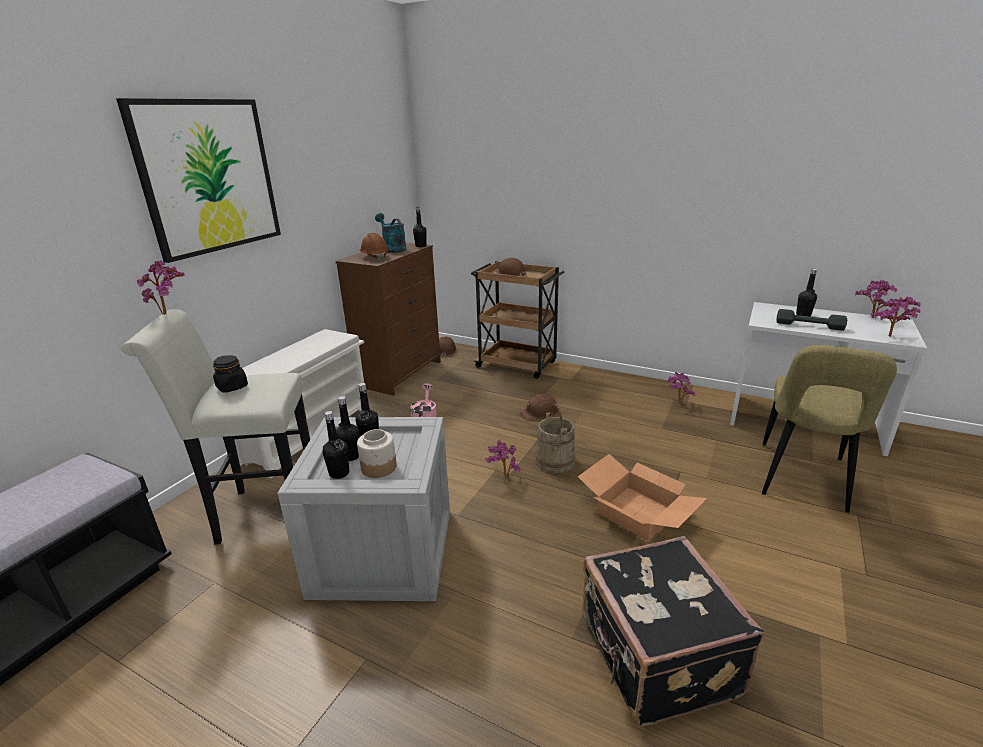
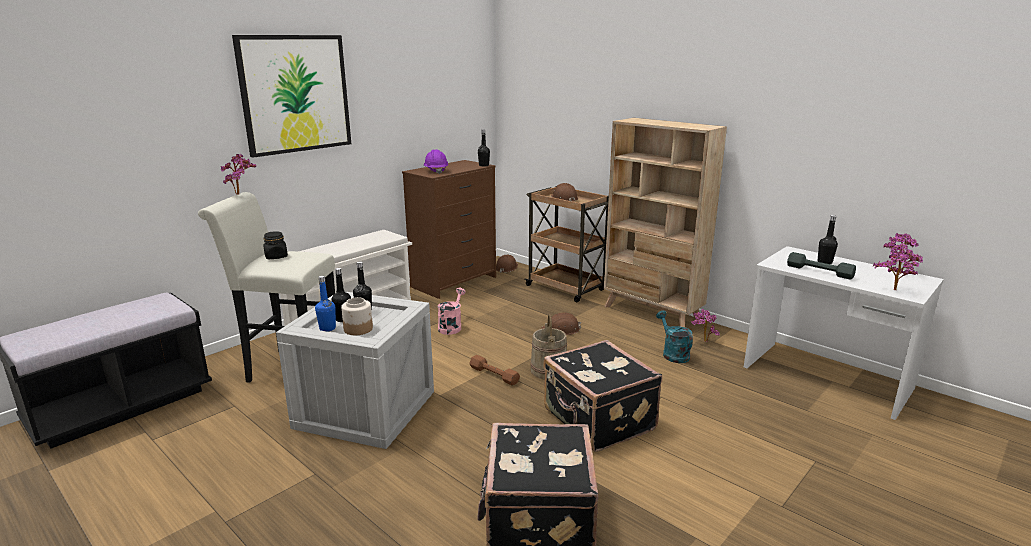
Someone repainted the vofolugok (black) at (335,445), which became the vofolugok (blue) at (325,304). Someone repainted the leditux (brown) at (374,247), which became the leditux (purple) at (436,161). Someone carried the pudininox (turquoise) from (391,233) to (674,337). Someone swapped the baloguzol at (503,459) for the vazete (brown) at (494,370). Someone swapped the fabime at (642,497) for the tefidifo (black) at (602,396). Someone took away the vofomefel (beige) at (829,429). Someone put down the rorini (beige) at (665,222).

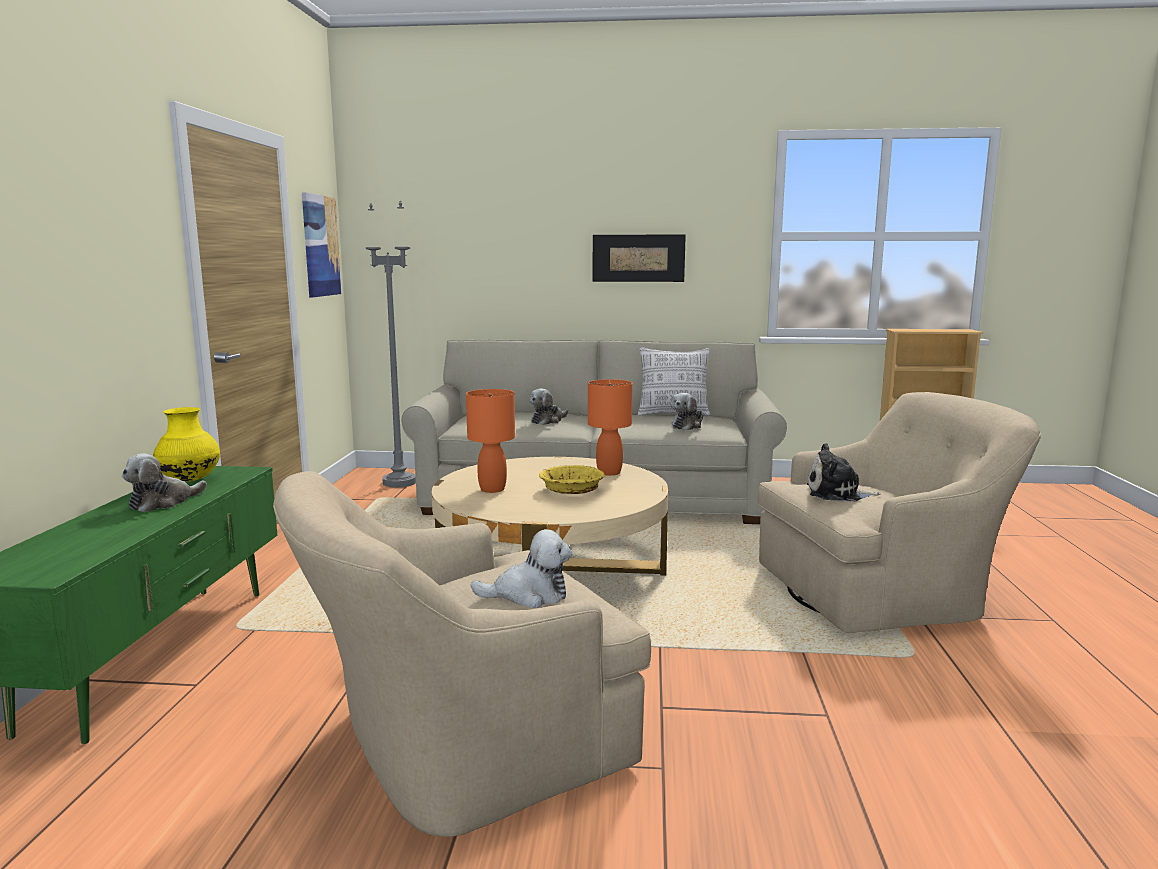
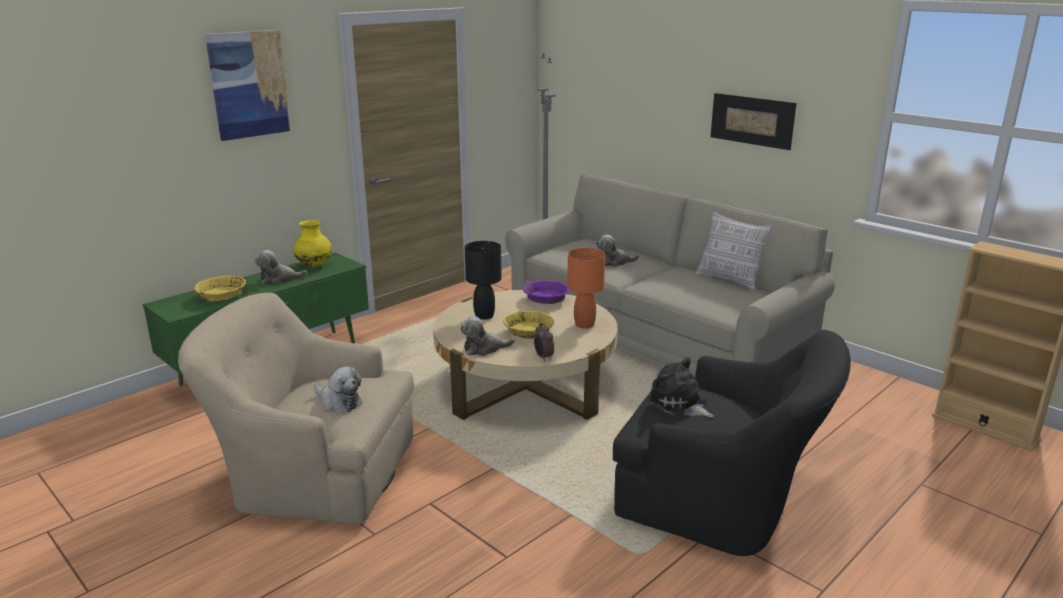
Someone carried the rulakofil from (322,244) to (248,85). Someone repainted the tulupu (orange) at (490,441), which became the tulupu (black) at (483,280). Someone carried the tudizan from (687,411) to (487,336). Someone repainted the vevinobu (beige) at (899,512), which became the vevinobu (black) at (732,443). Someone put down the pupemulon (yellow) at (220,289). Someone put down the pupemulon (purple) at (546,292). Someone put down the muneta at (544,342).

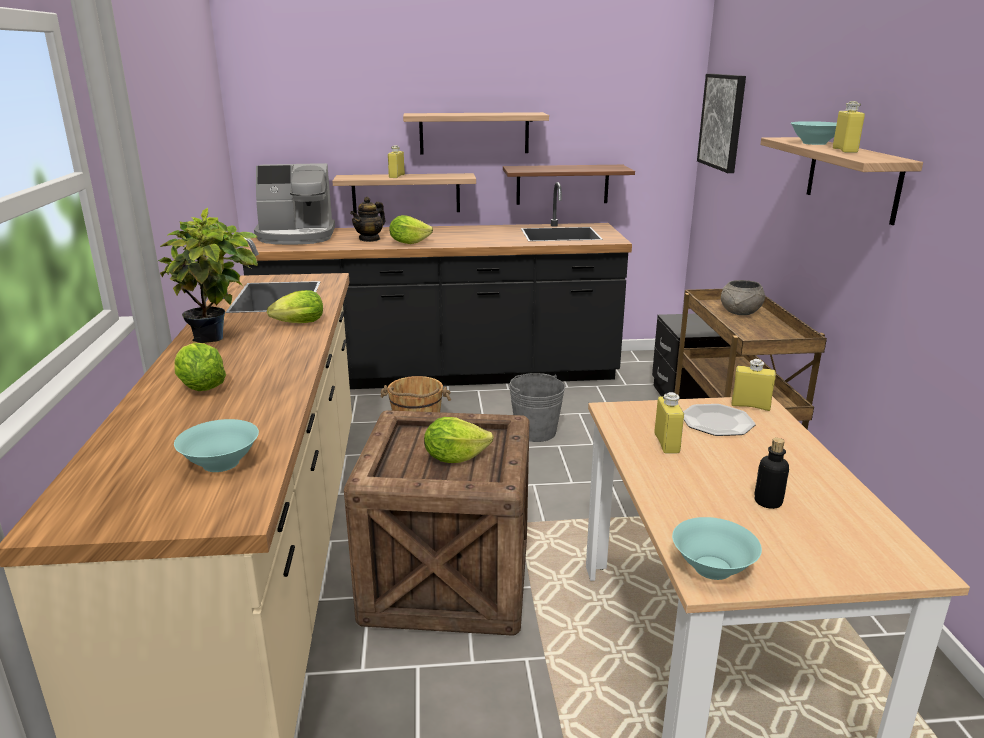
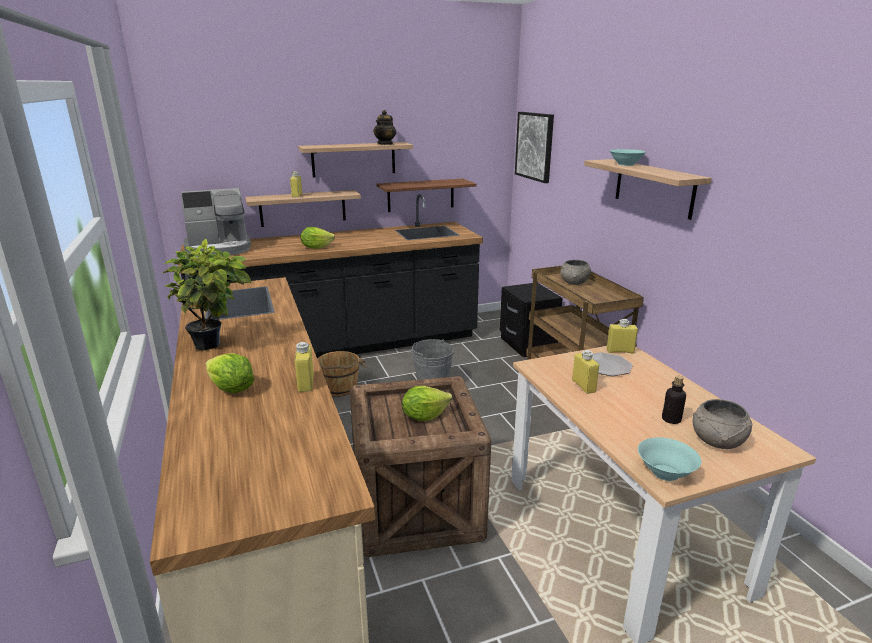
Someone took away the pupemulon (turquoise) at (216,445). Someone took away the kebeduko at (295,306). Someone carried the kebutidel from (368,219) to (384,127). Someone carried the vofolugok (yellow) from (849,127) to (304,367). Someone put down the pupemulon (grey) at (723,424).

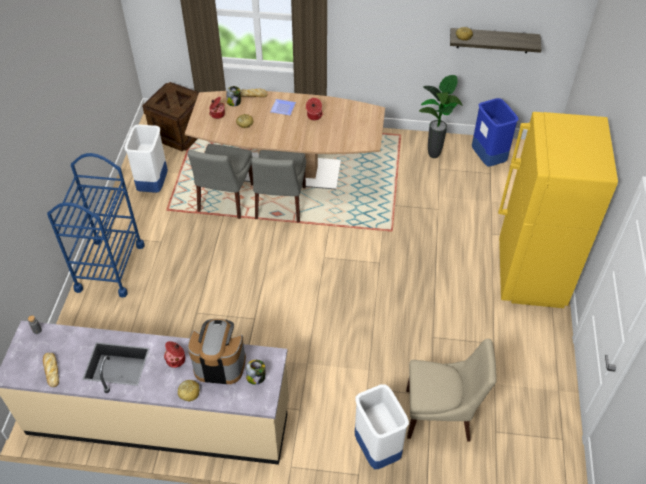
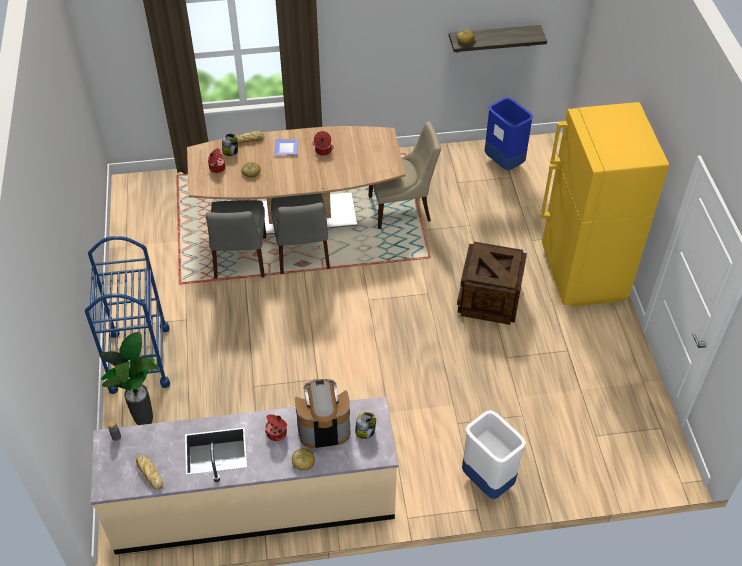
Someone took away the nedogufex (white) at (146,158). Someone carried the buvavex from (170,116) to (492,283). Someone carried the vofomefel (beige) from (451,390) to (405,175). Someone carried the baloguzol from (441,116) to (128,378).

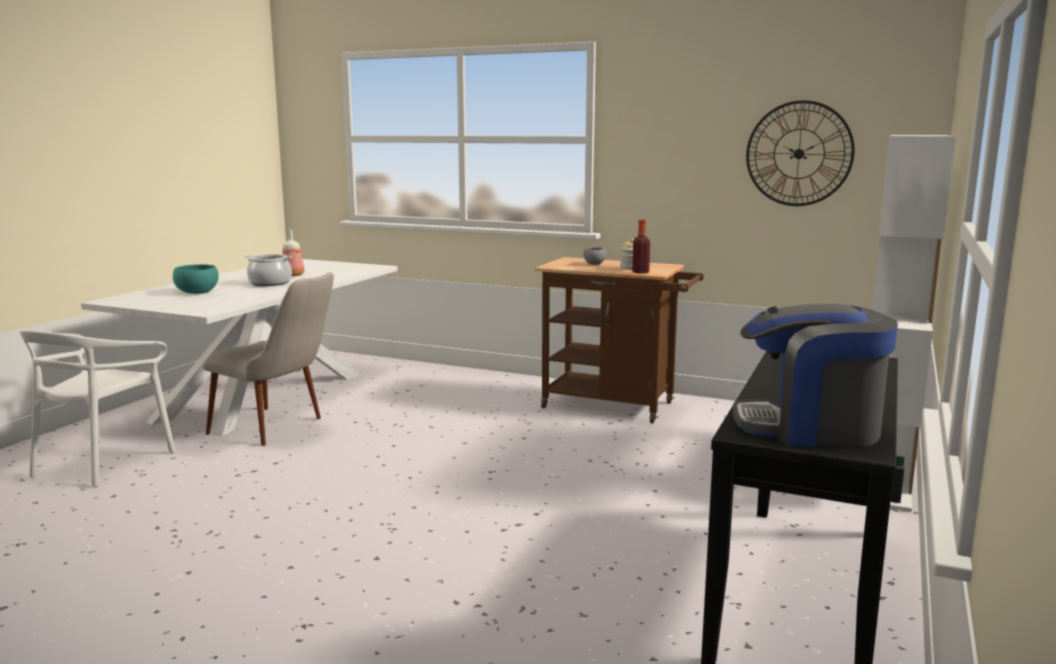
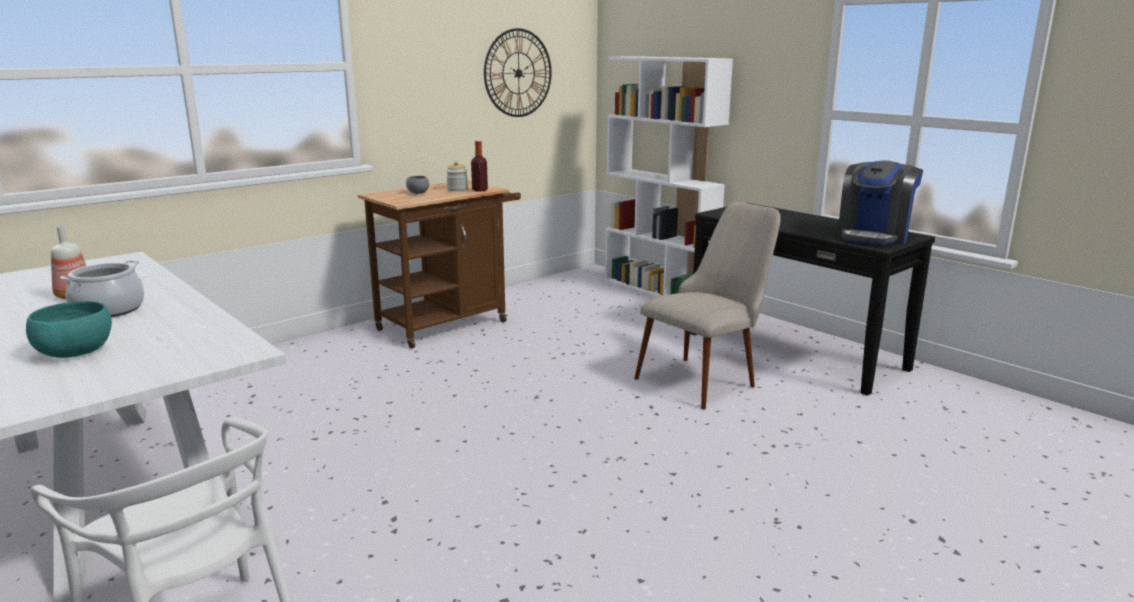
Someone carried the vofomefel (beige) from (268,359) to (707,306).

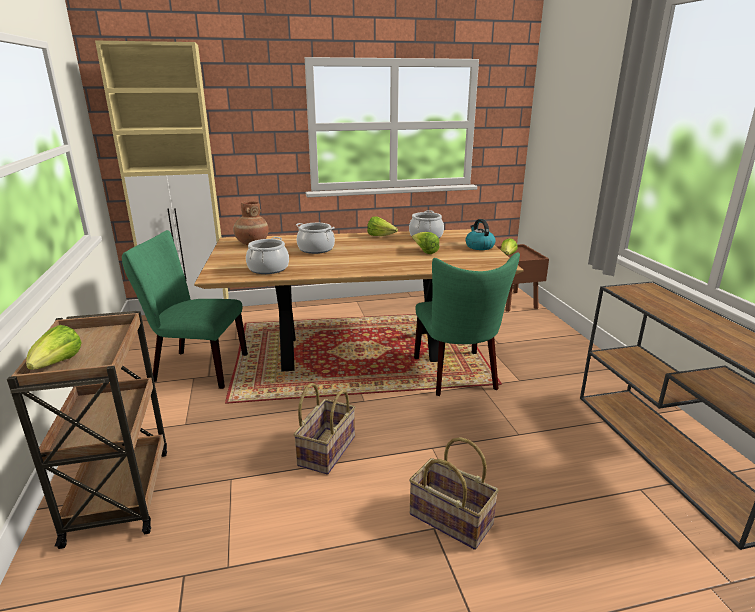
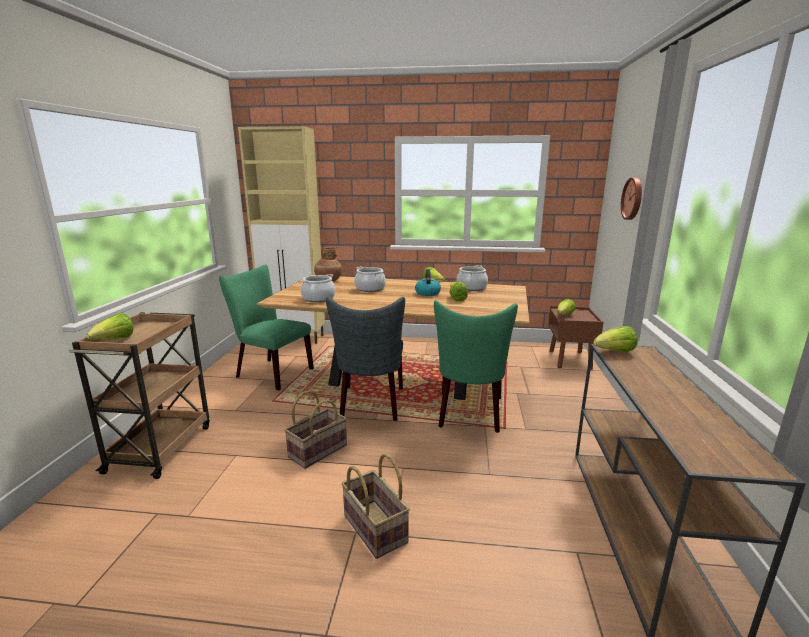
Someone carried the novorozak from (480,234) to (428,282). Someone put down the vofomefel (grey) at (365,359). Someone put down the kebeduko at (615,339). Someone put up the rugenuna at (631,199).

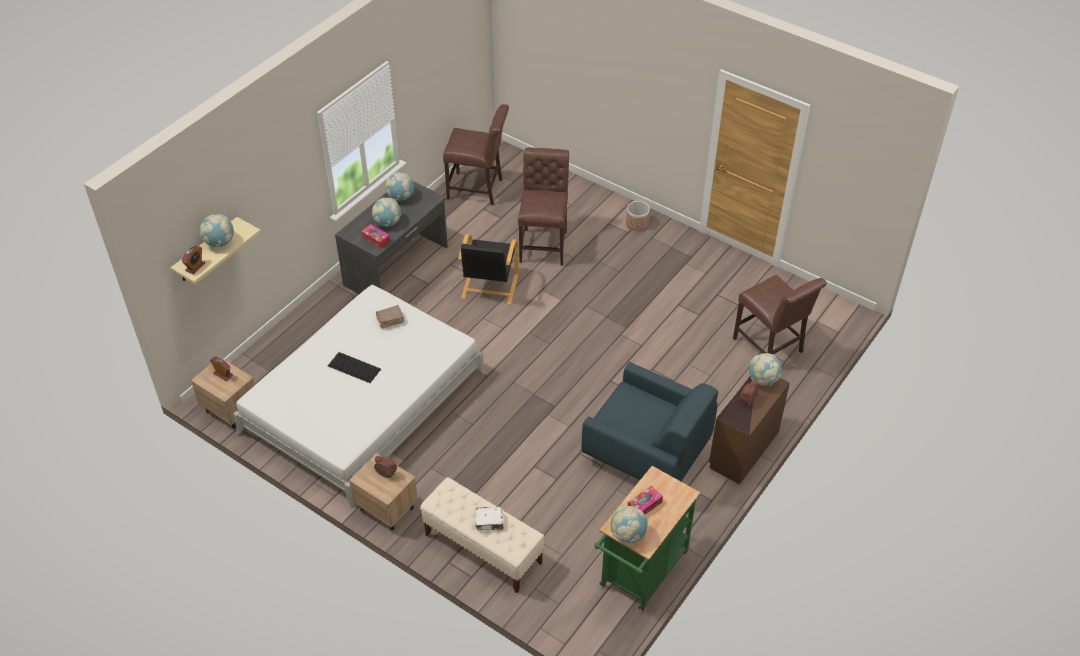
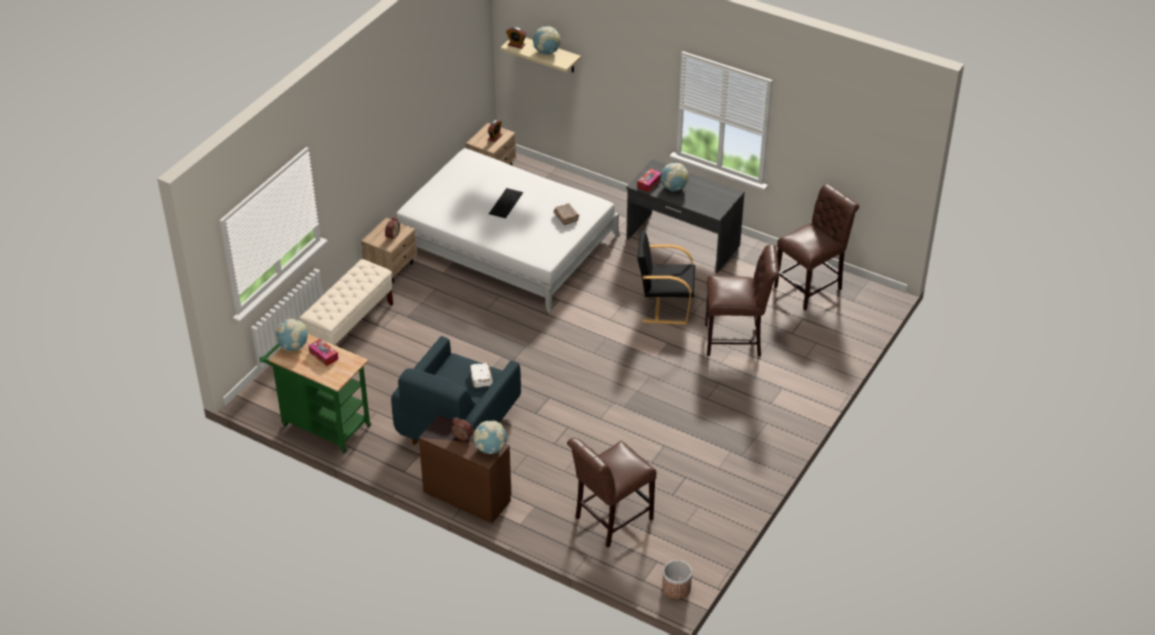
Someone took away the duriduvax at (399,186). Someone rotated the vofomefel (brown) at (476,154) by 135 degrees counterclockwise. Someone carried the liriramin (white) from (489,518) to (481,375). Someone carried the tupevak from (638,216) to (677,579).

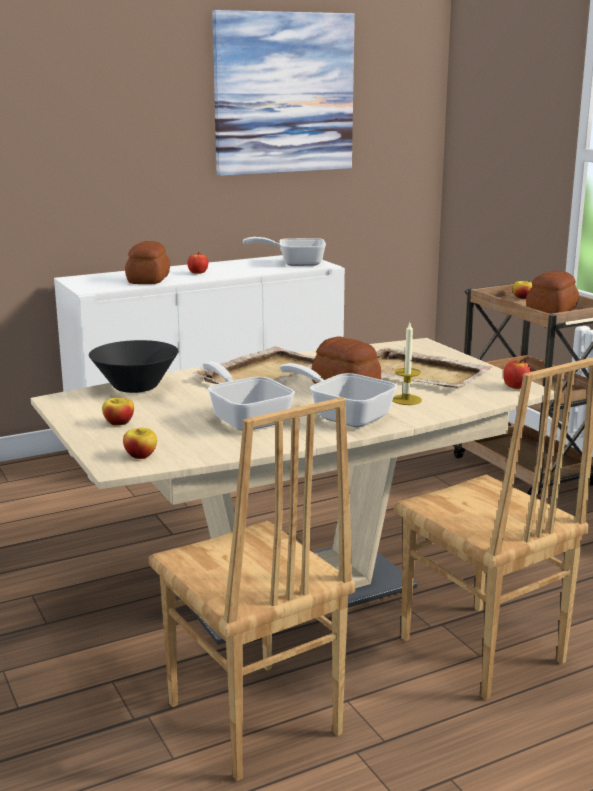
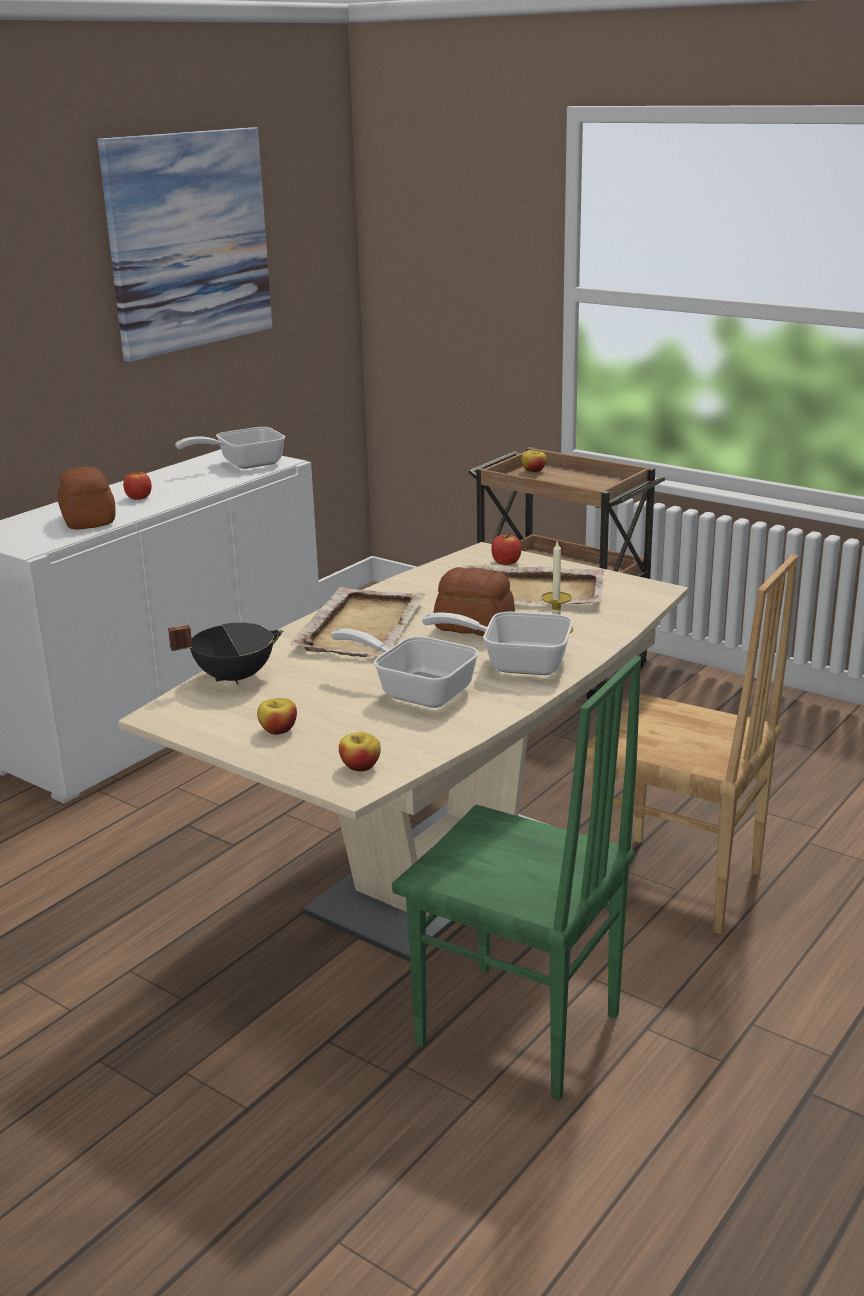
Someone swapped the pupemulon (black) at (133,366) for the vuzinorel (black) at (225,654). Someone repainted the vofomefel (brown) at (252,589), which became the vofomefel (green) at (516,878). Someone carried the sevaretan from (517,374) to (506,549). Someone took away the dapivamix at (552,292).

